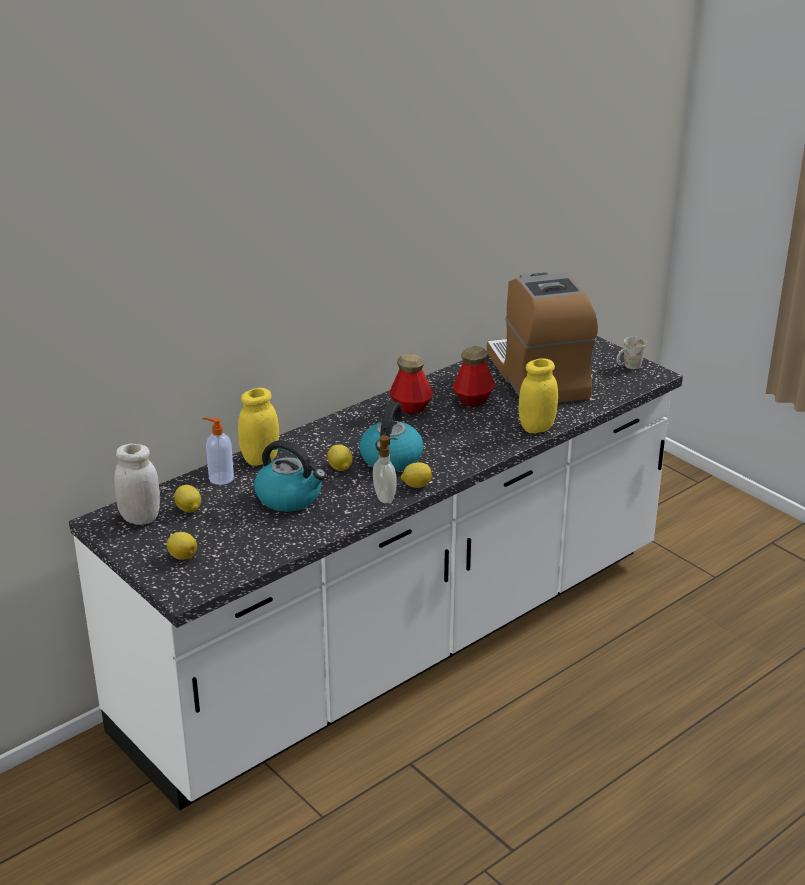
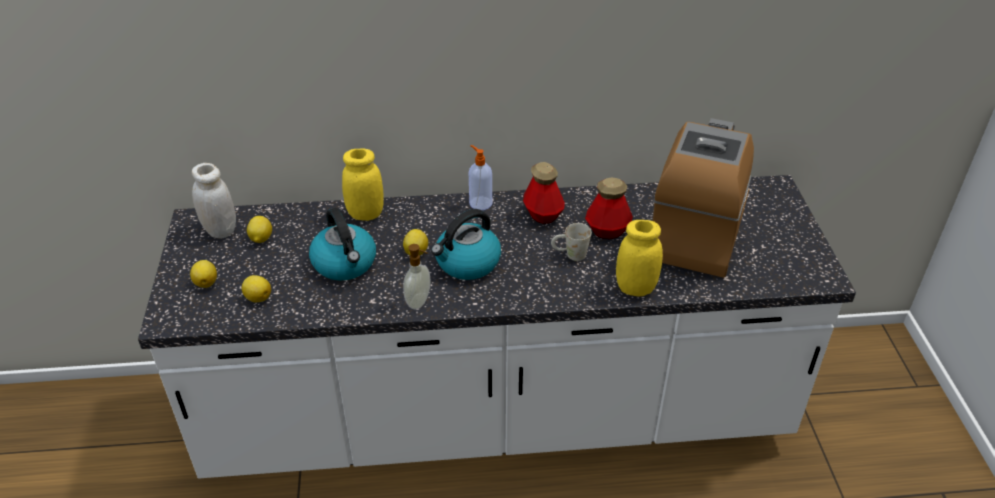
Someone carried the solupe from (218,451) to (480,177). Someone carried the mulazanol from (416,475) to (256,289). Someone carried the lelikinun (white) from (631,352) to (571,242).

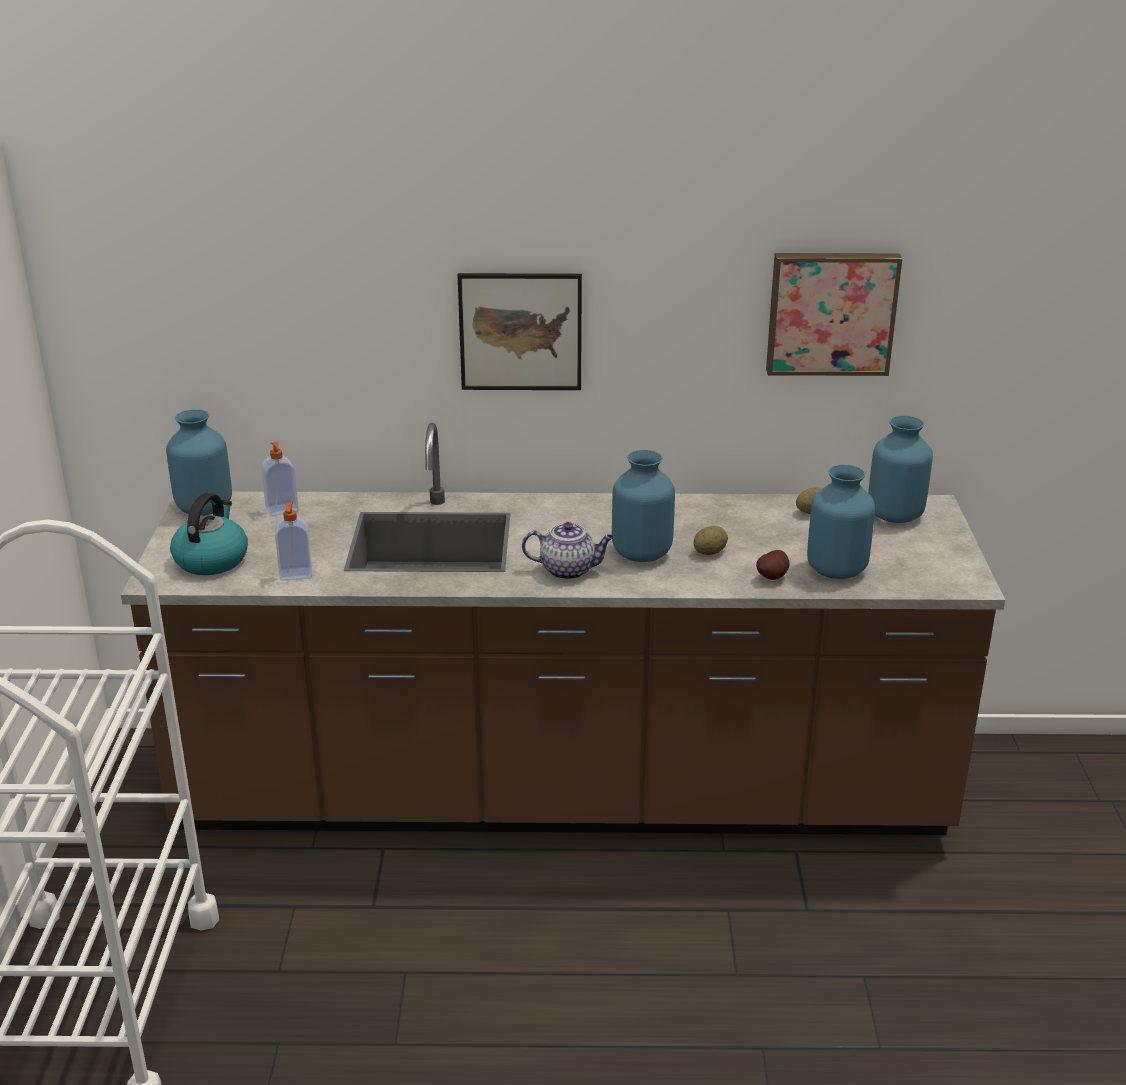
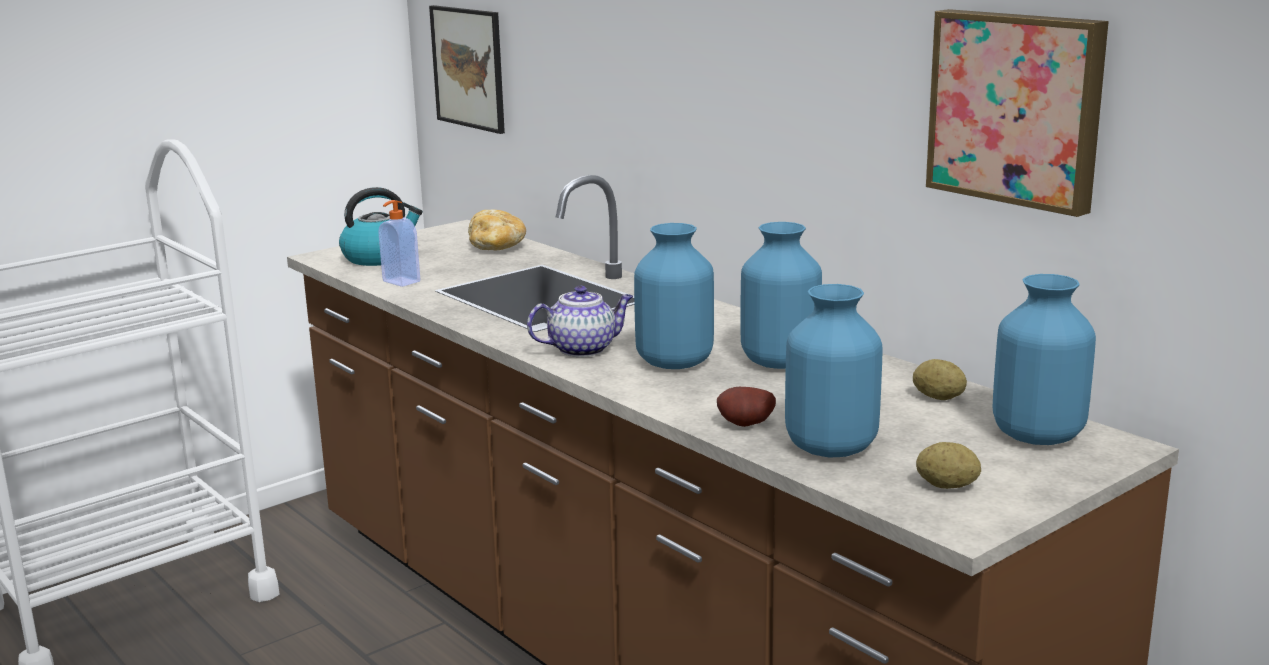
Someone carried the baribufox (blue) from (199,462) to (781,295). Someone swapped the solupe at (280,479) for the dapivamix at (497,230). Someone carried the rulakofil from (520,331) to (467,69). Someone rotated the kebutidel at (568,551) by 75 degrees counterclockwise. Someone carried the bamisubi from (710,540) to (948,465).

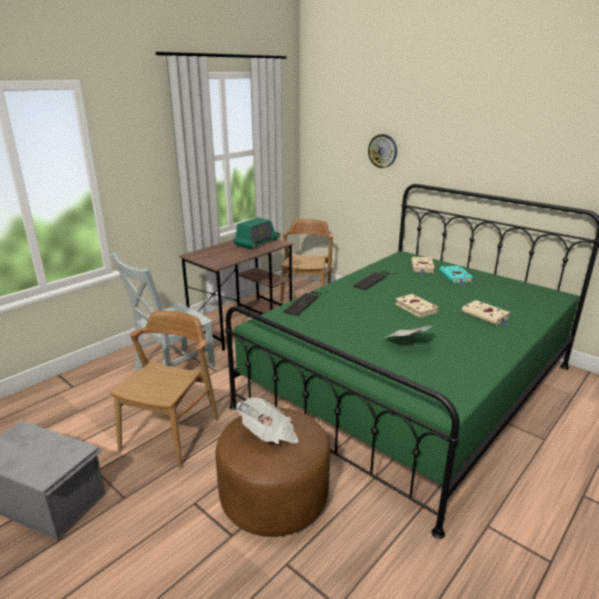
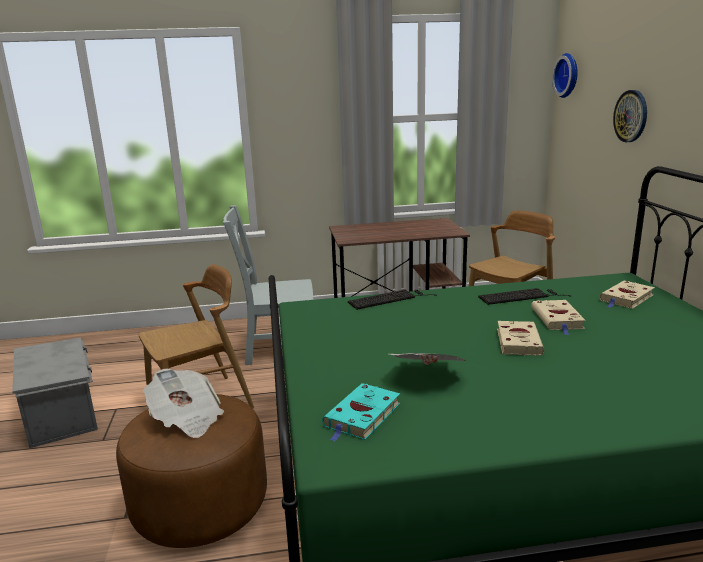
Someone took away the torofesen at (256,233). Someone carried the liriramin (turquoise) from (456,276) to (361,412). Someone carried the liriramin (beige) from (486,313) to (558,317). Someone put up the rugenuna at (565,75).

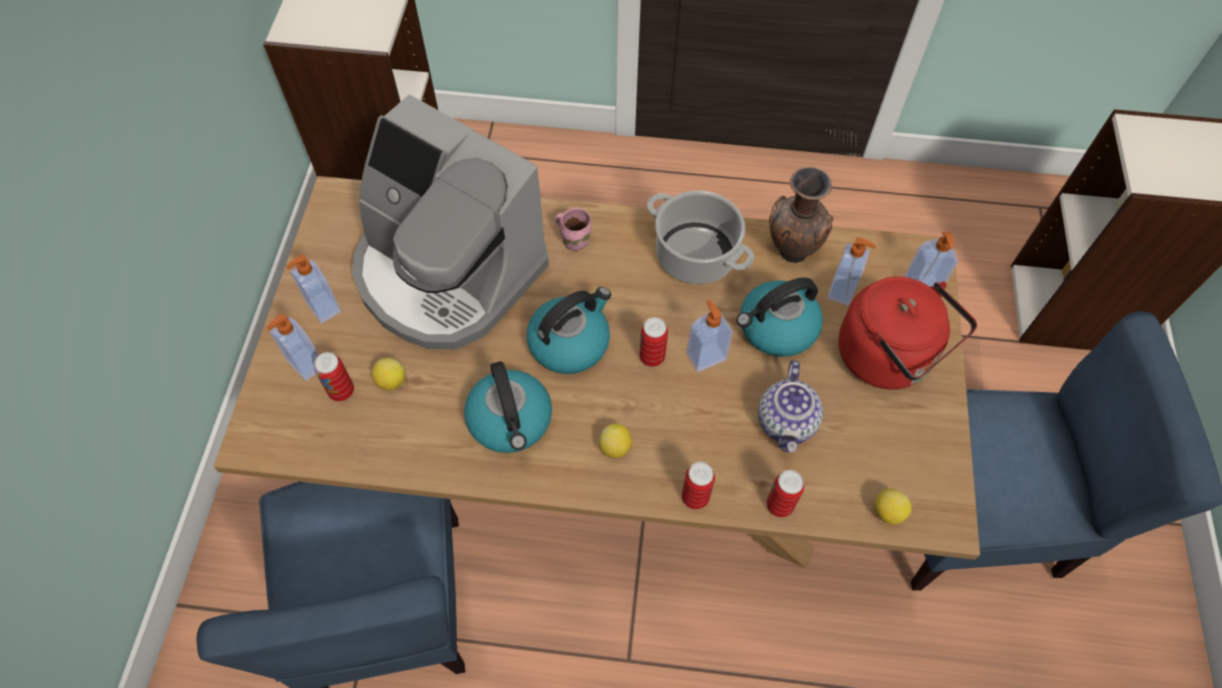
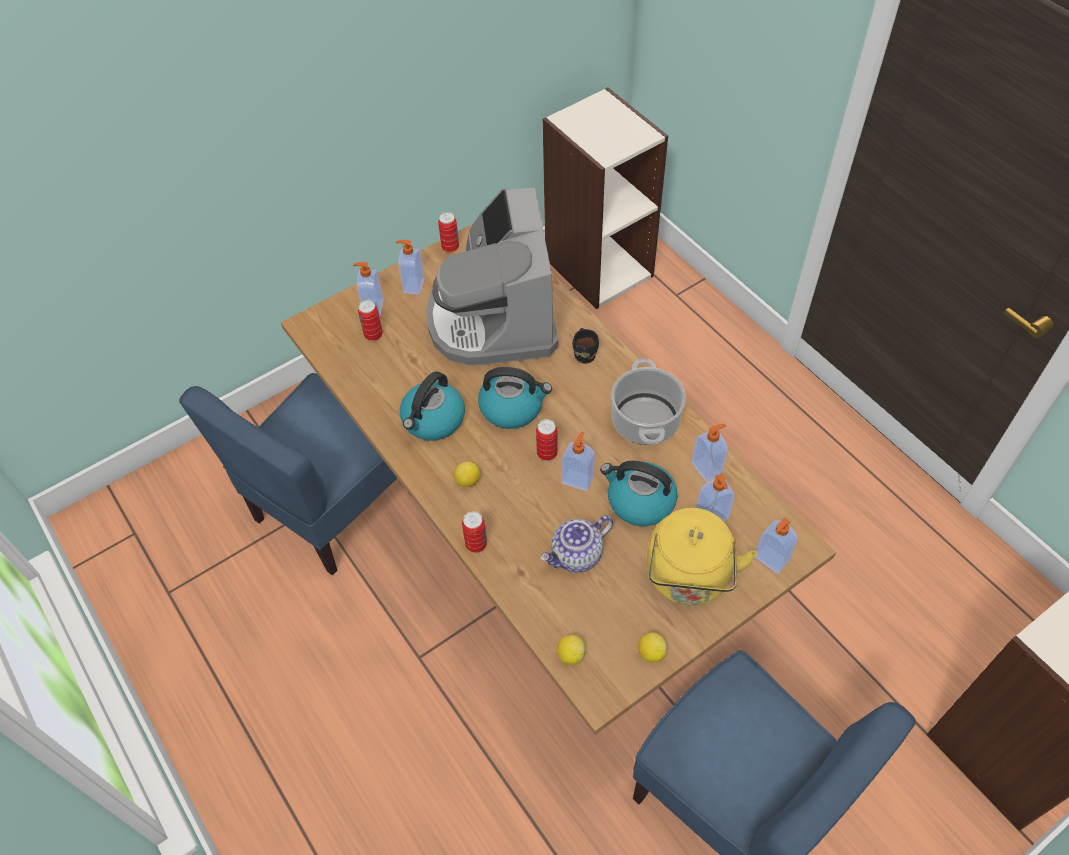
Someone carried the mulazanol from (388,374) to (652,647). Someone repainted the lelikinun (pink) at (573,229), which became the lelikinun (black) at (586,346). Someone carried the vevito from (785,493) to (448,232). Someone swapped the baribufox (brown) at (801,214) for the solupe at (709,453). Someone repainted the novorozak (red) at (907,333), which became the novorozak (yellow) at (702,556).

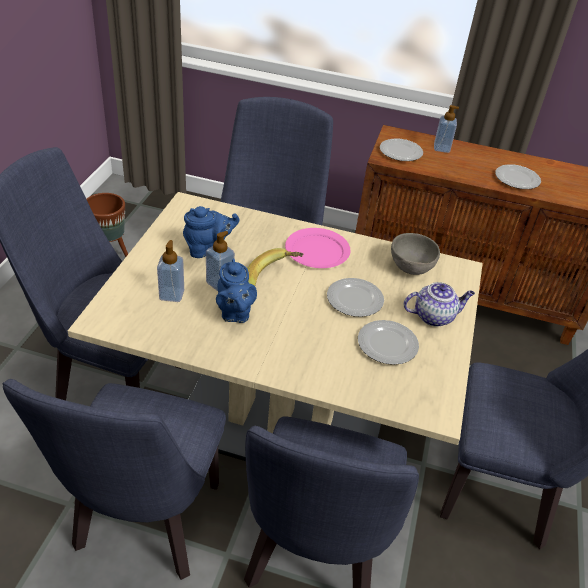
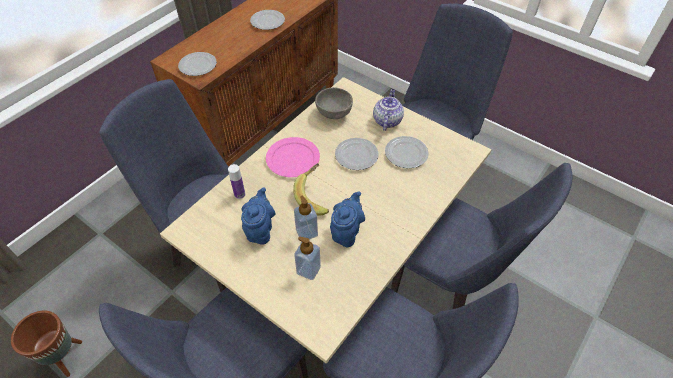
Someone rotated the kebutidel (blue) at (236,291) by 75 degrees counterclockwise. Someone took away the solupe at (446,129). Someone put down the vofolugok at (236,181).

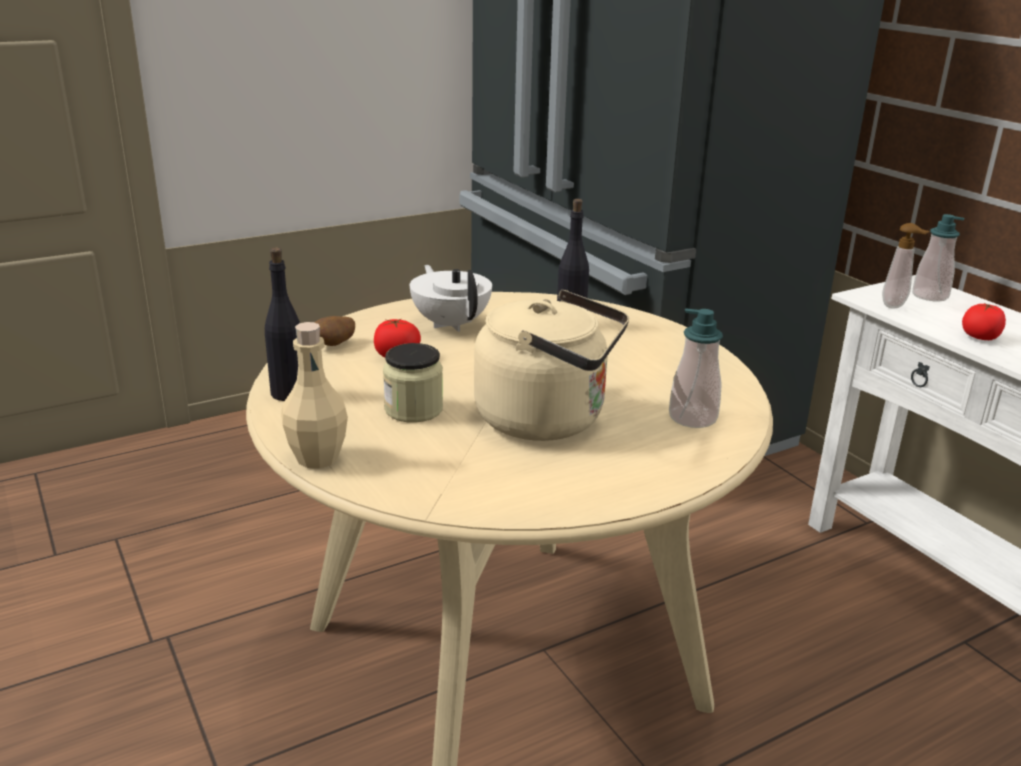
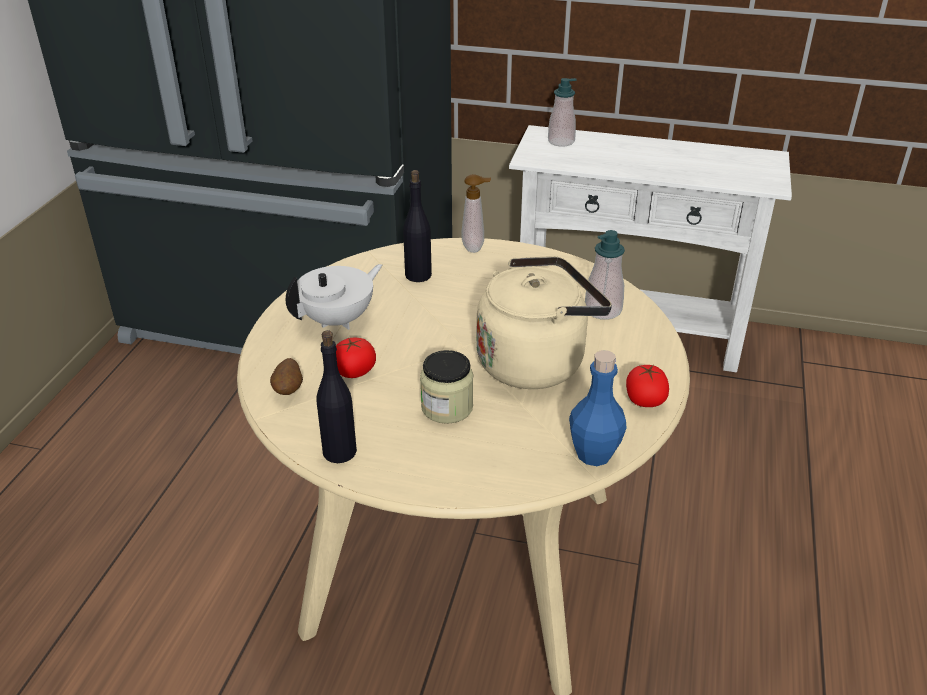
Someone took away the vofolugok (beige) at (314,395). Someone rotated the kebutidel (white) at (451,298) by 120 degrees clockwise. Someone carried the solupe from (906,266) to (476,213). Someone carried the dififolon from (984,321) to (647,385). Someone put down the vofolugok (blue) at (598,408).

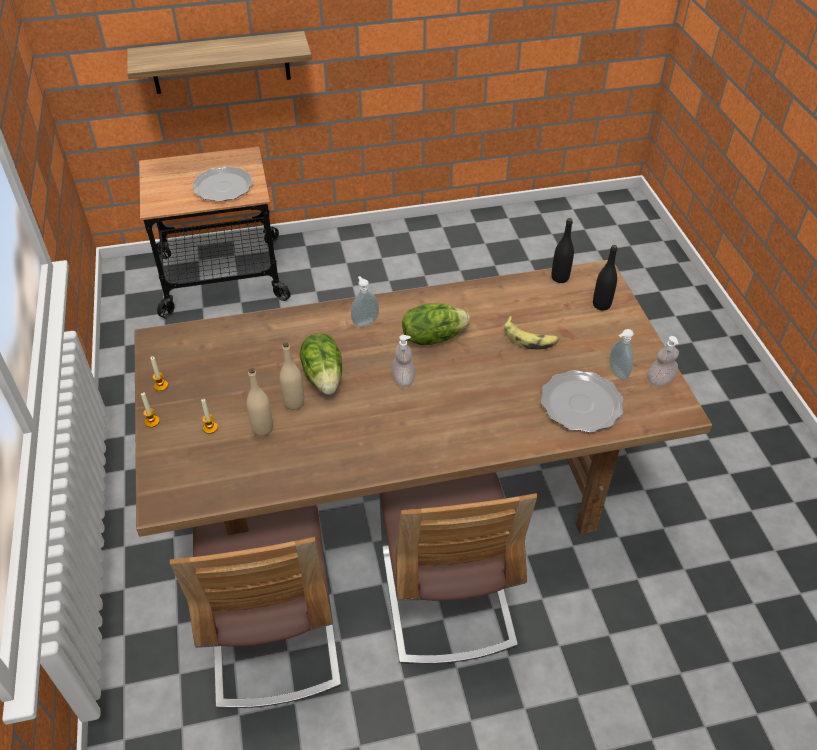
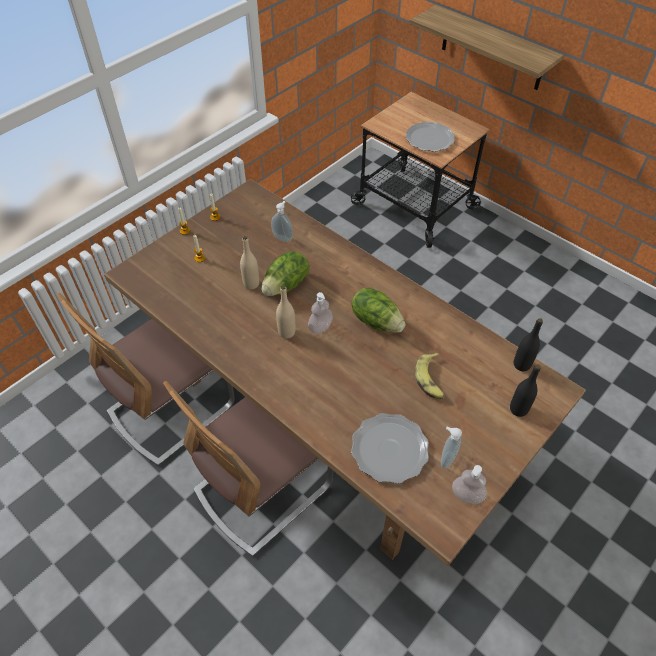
Someone carried the vofolugok (beige) from (260,402) to (285,312). Someone carried the solupe from (365,301) to (282,221).

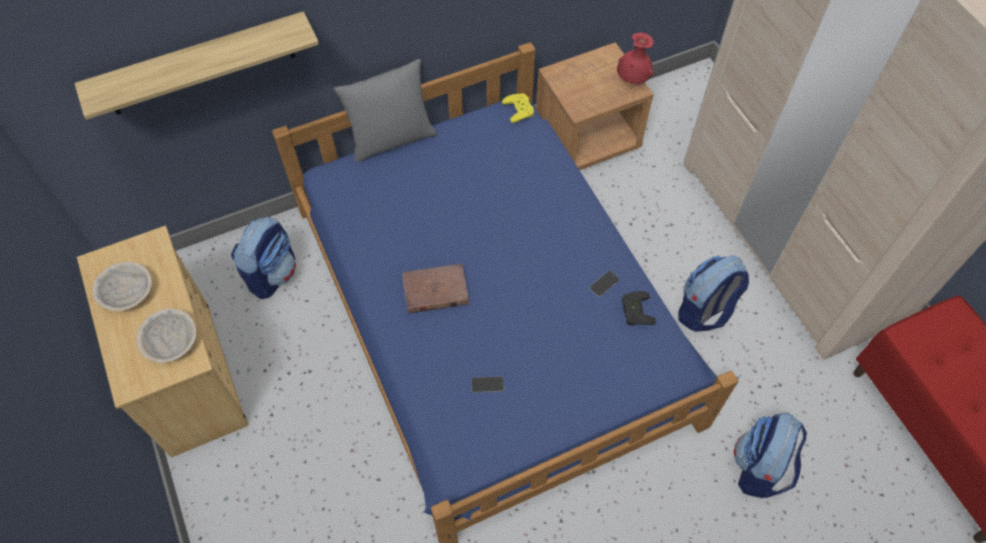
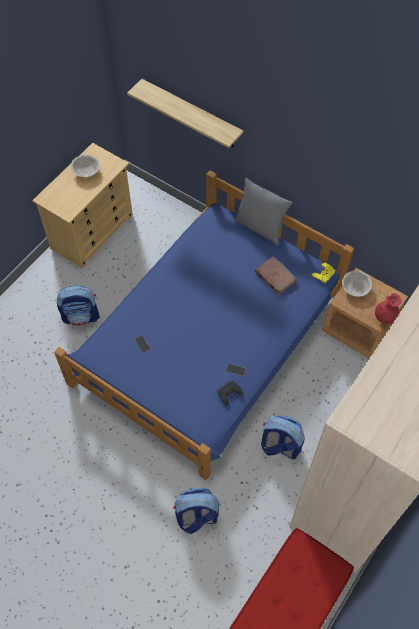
Someone carried the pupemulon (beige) from (166,335) to (357,283). Someone carried the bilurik from (263,258) to (77,306). Someone carried the liriramin (brown) from (435,288) to (276,275).

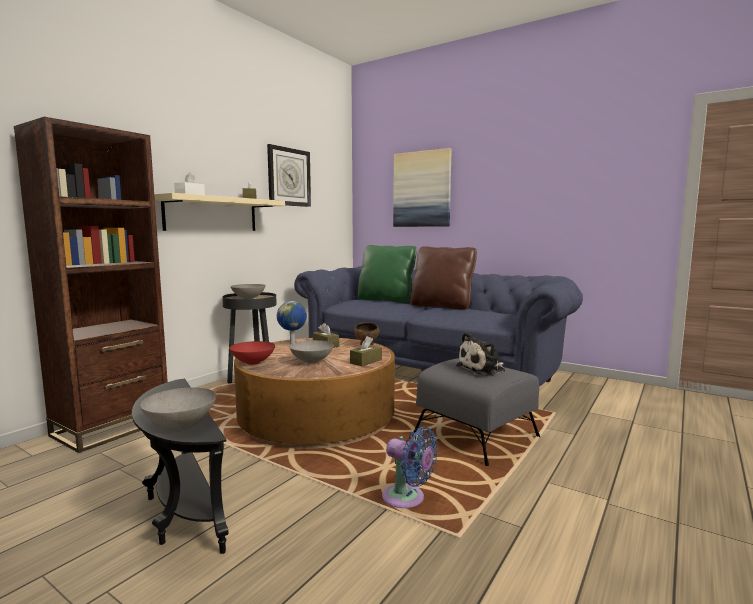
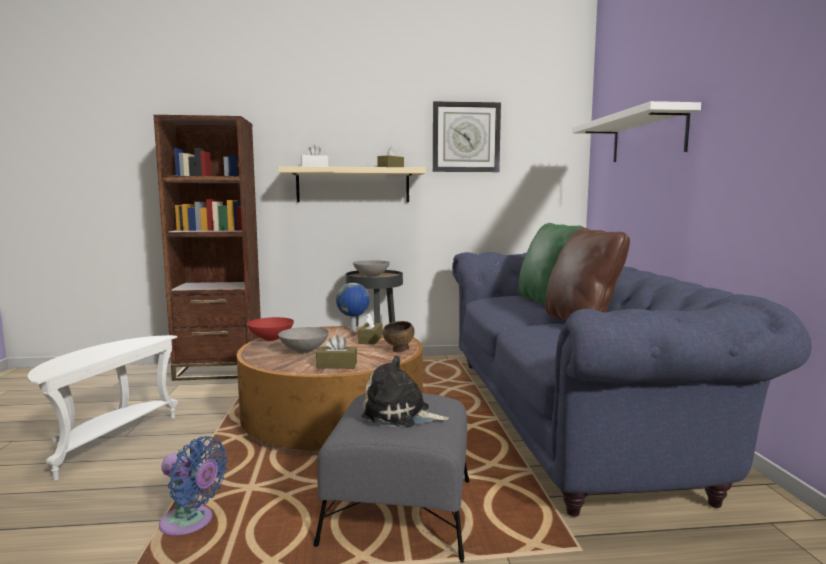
Someone repainted the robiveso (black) at (180,466), which became the robiveso (white) at (102,408). Someone took away the pupemulon (grey) at (178,408). Someone rotated the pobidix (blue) at (410,467) by 60 degrees counterclockwise. Someone swapped the rulakofil at (422,187) for the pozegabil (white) at (636,131).

